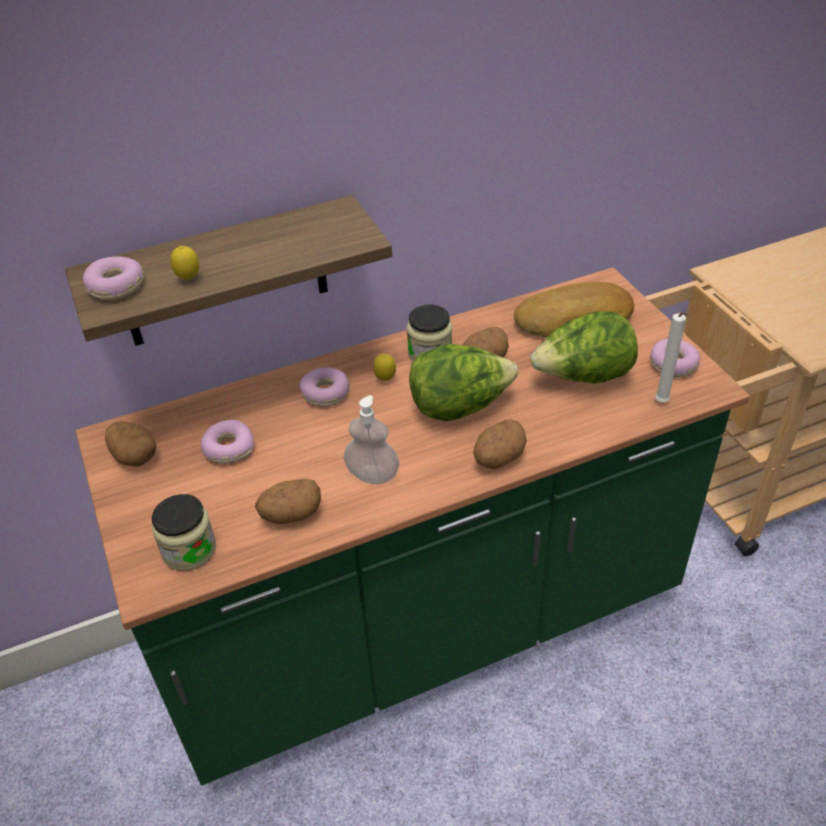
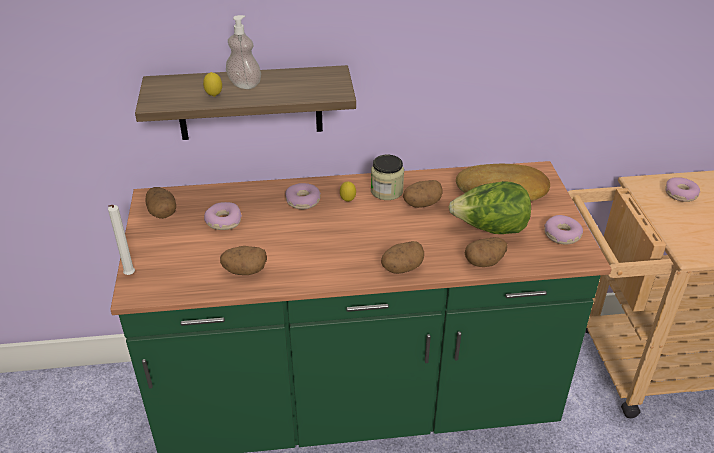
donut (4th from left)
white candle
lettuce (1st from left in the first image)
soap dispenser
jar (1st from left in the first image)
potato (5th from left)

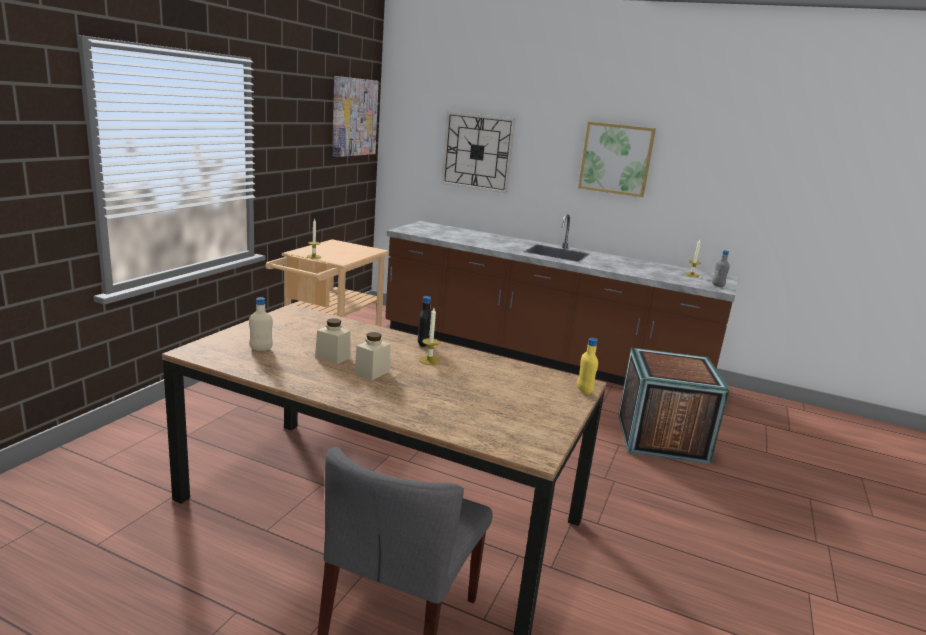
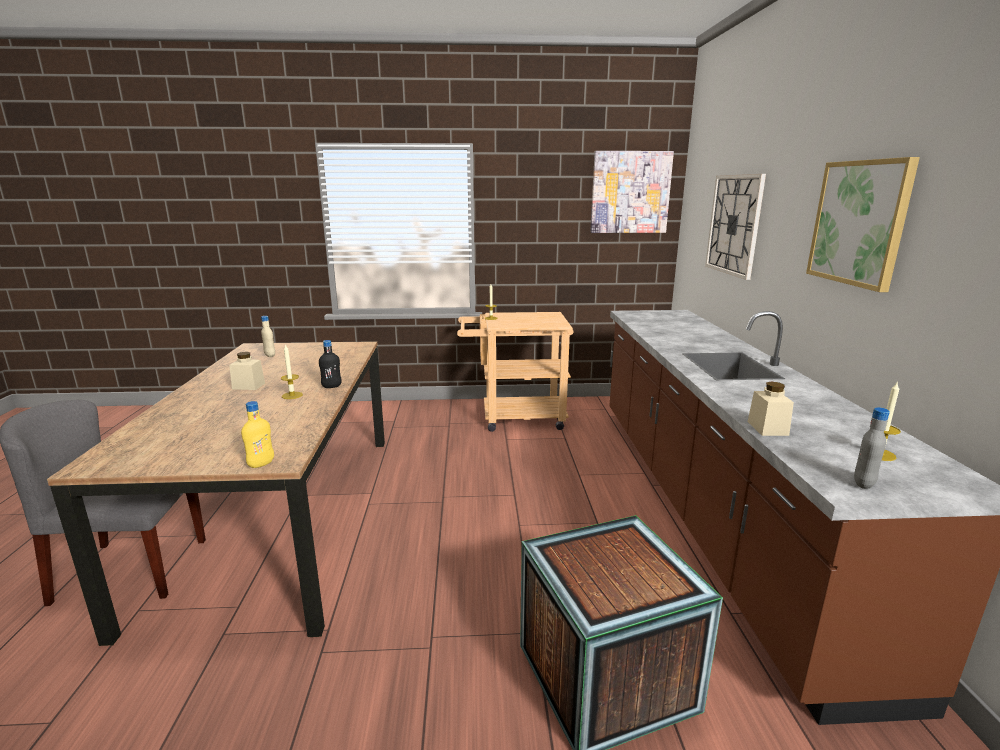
beige jar (2nd from left)

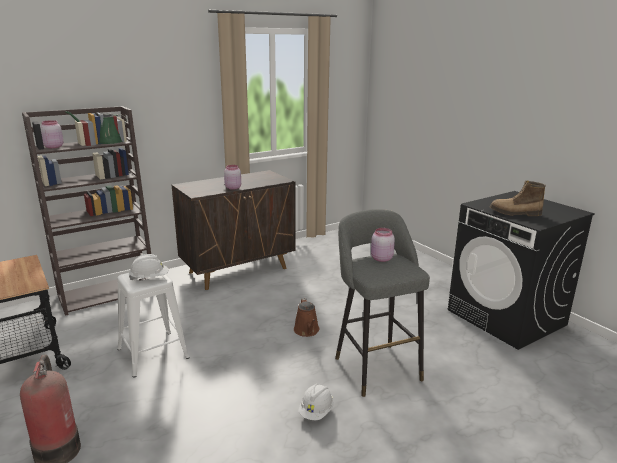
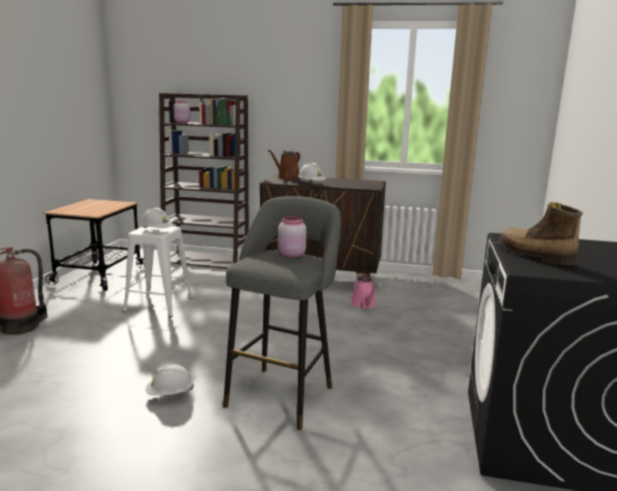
white hard hat (3rd from left)
brown watering can
pink watering can

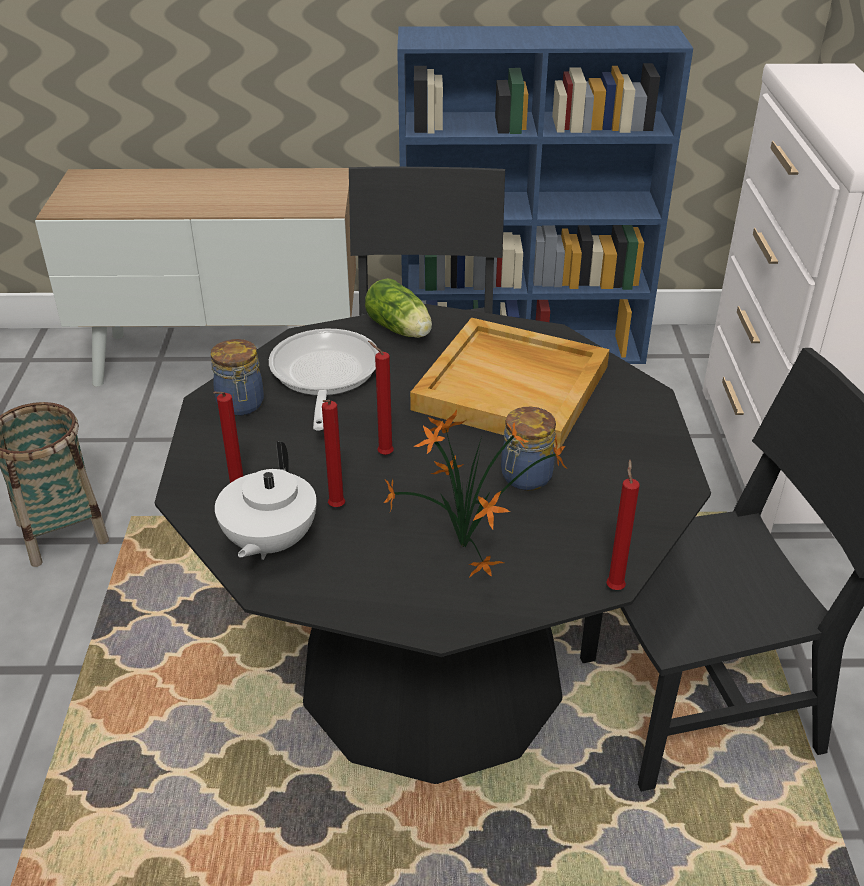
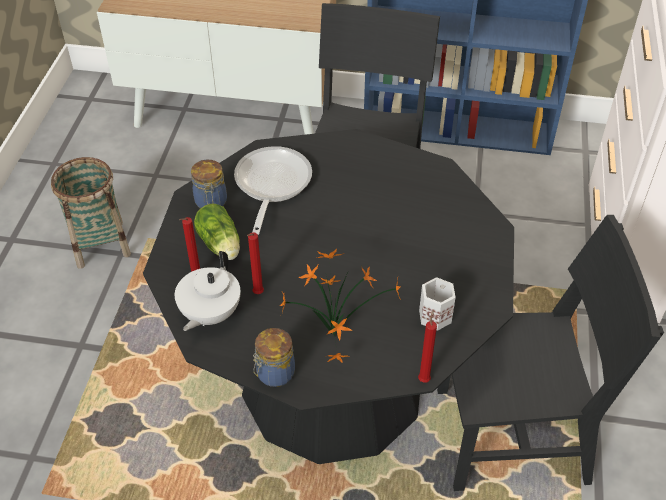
lettuce
beige tray
red candle (3rd from left in the first image)
jar (2nd from left)
white mug

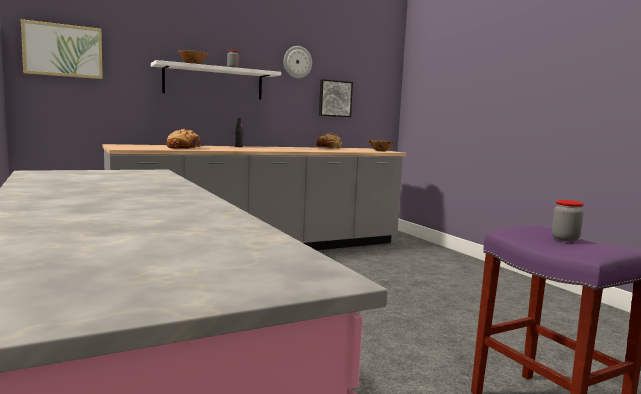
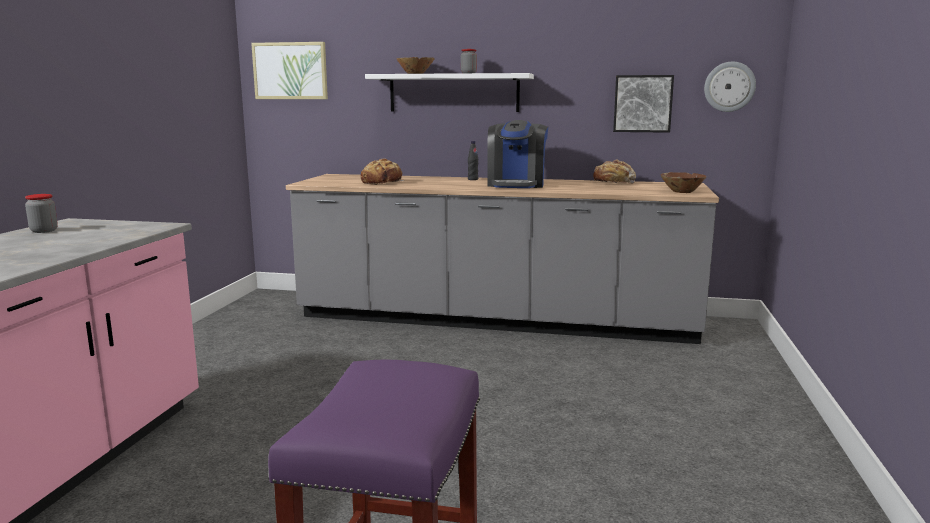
wall clock
jar (1st from left)
coffee machine

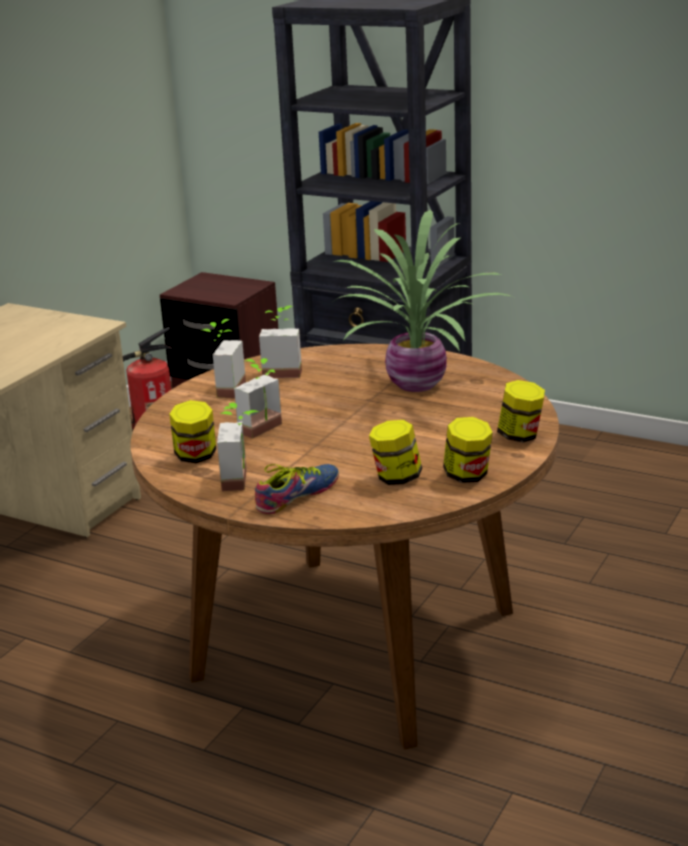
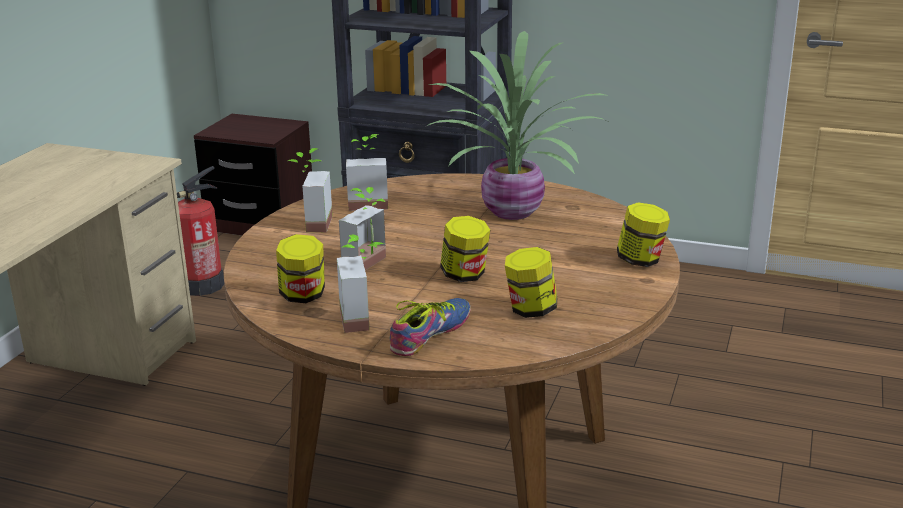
jar (2nd from left)

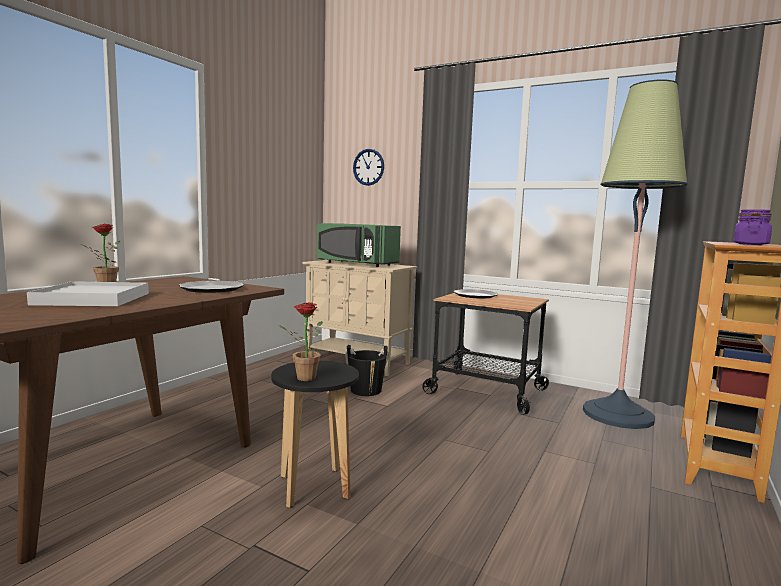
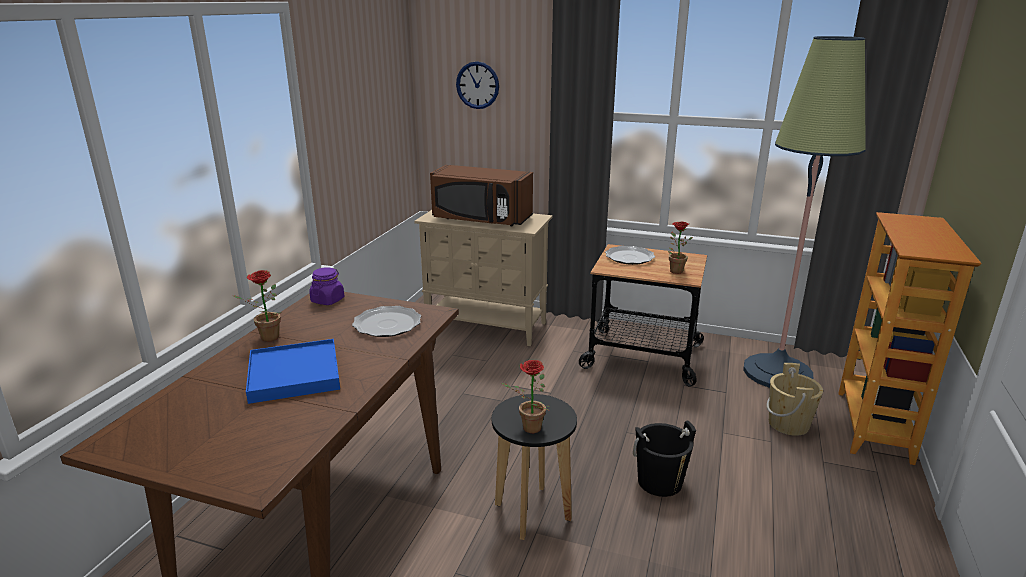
purple jar
brown microwave
blue tray
black bucket
potted plant (3rd from left)
beige bucket

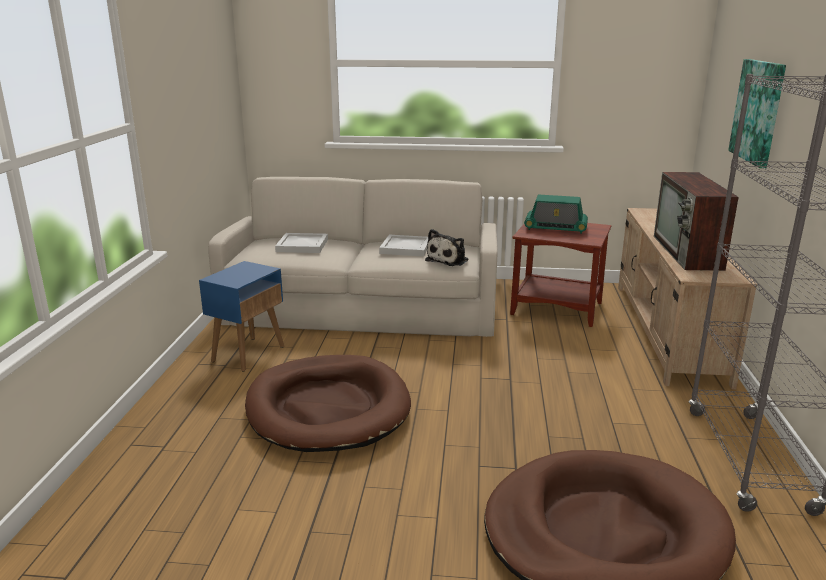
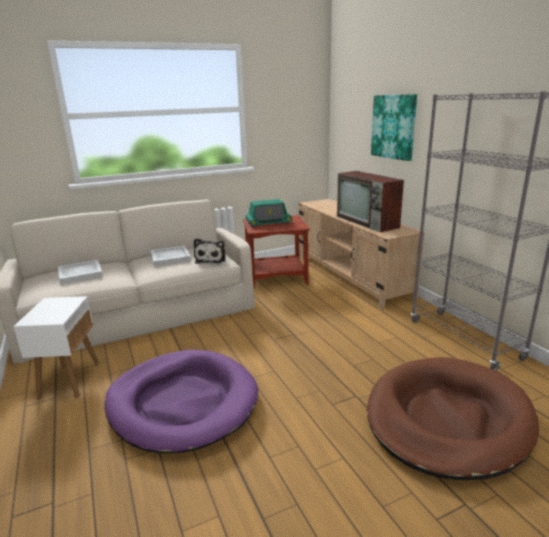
white side table
purple dog bed

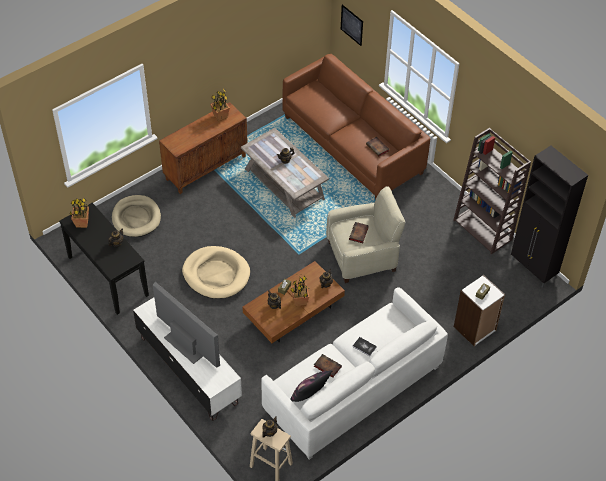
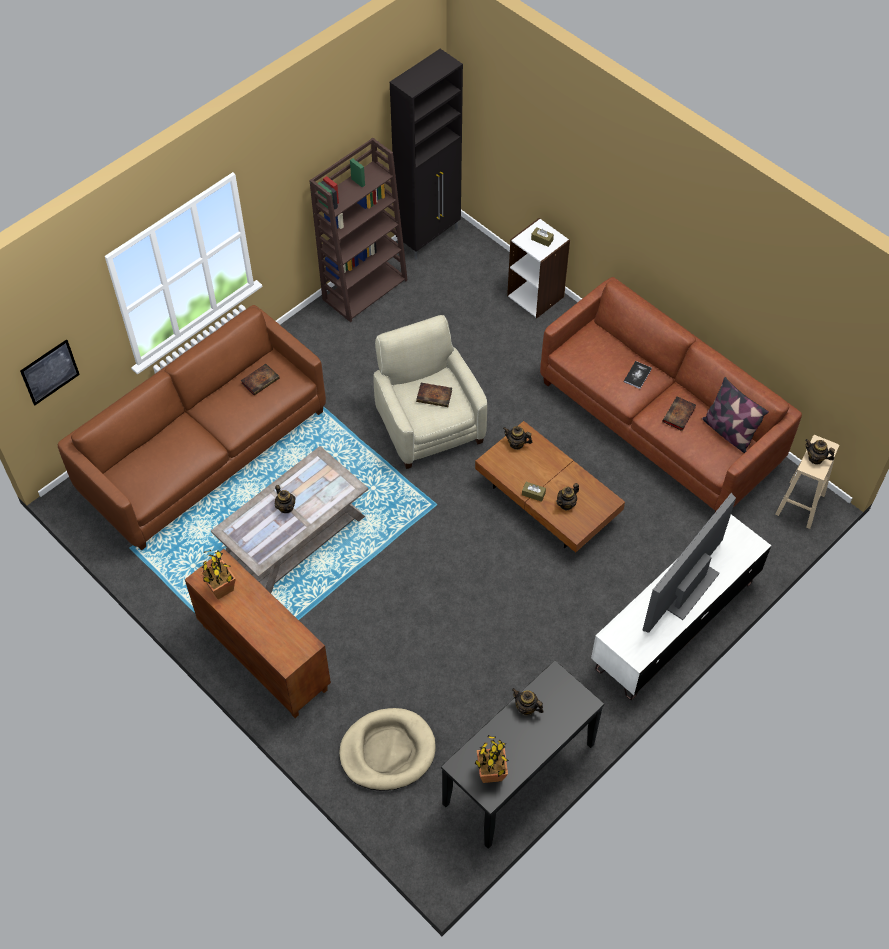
beige dog bed (2nd from left in the first image)
potted plant (3rd from left in the first image)
brown sofa (2nd from left)

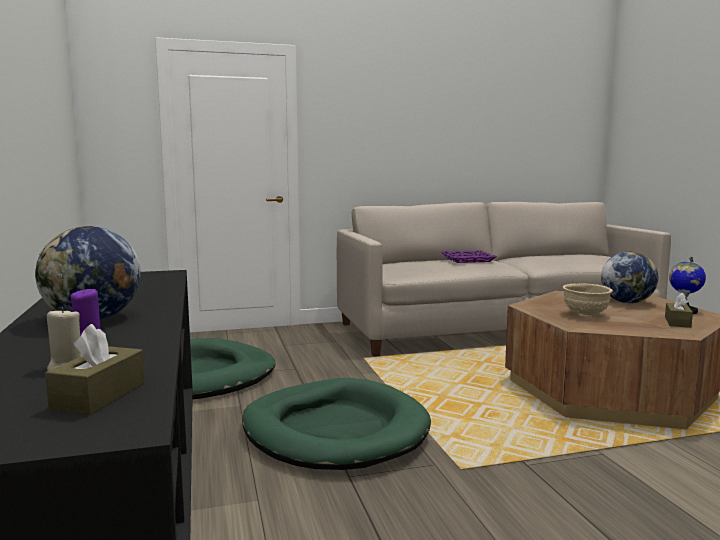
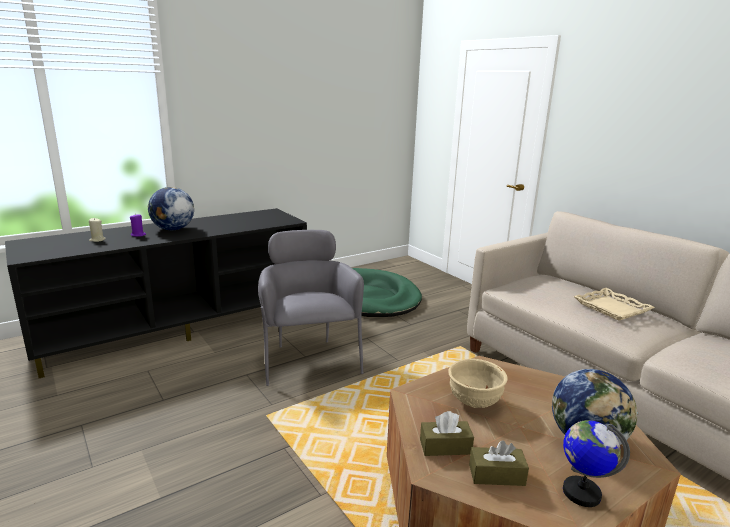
beige tray
brown tissue box (1st from left)
grey armchair

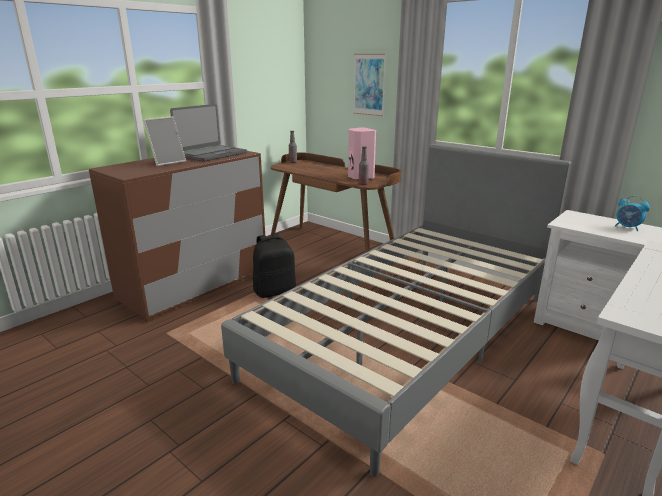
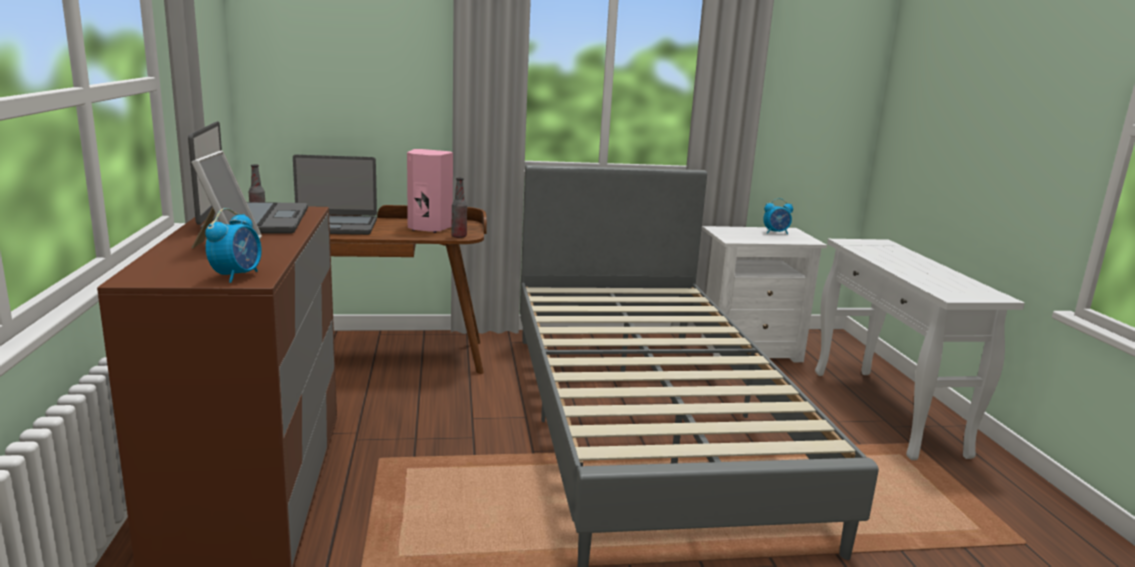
picture
black backpack
laptop (2nd from left)
alarm clock (1st from left)

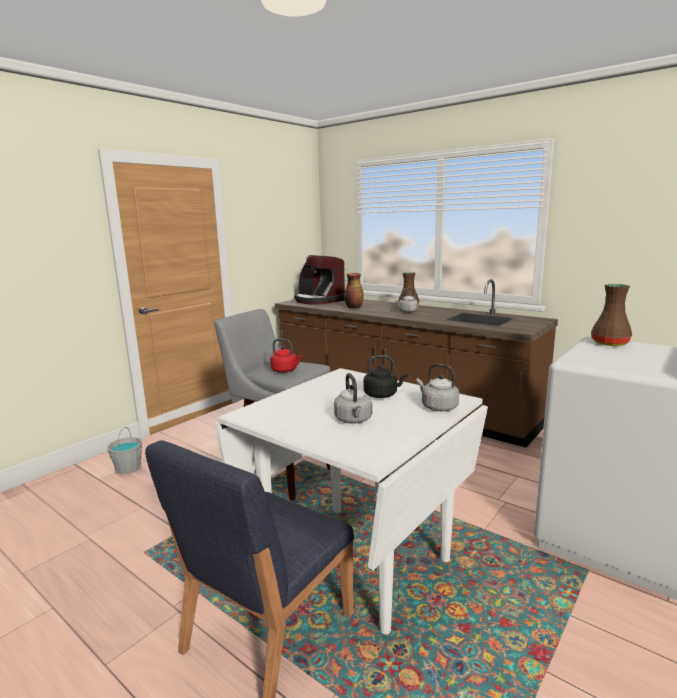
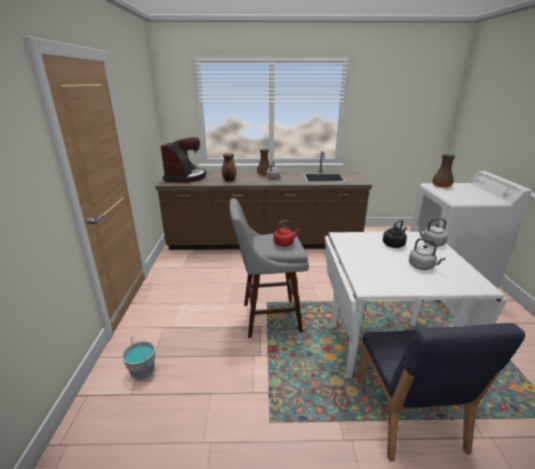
coffee machine

